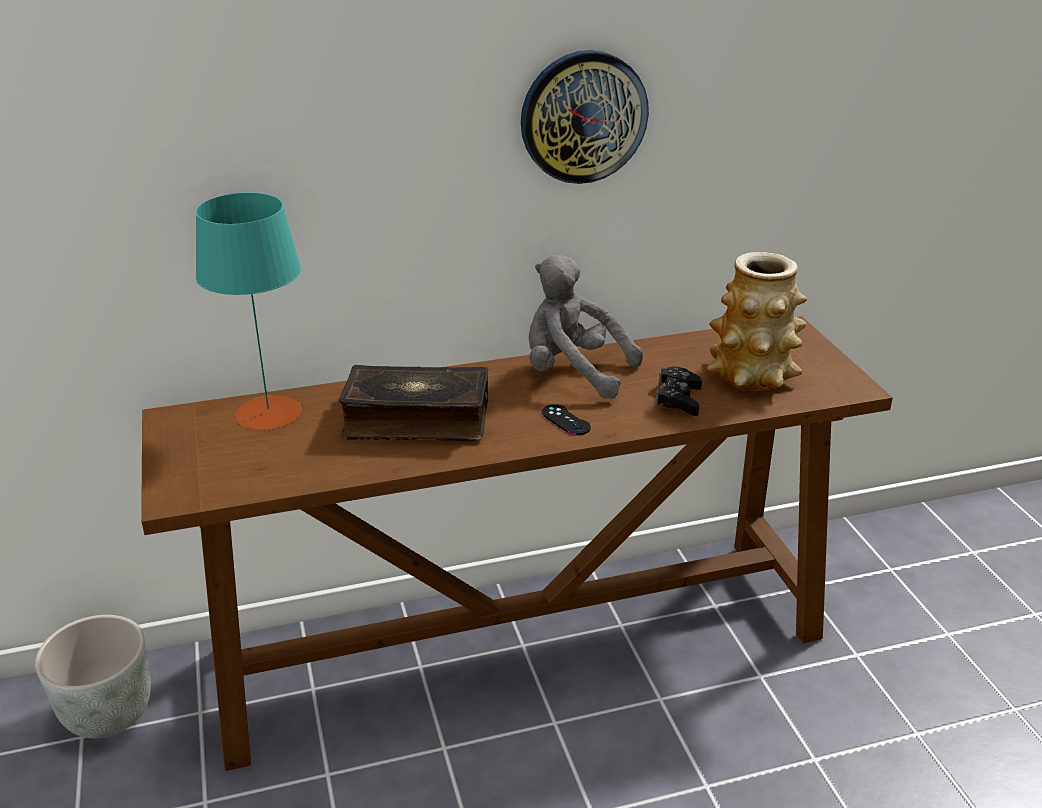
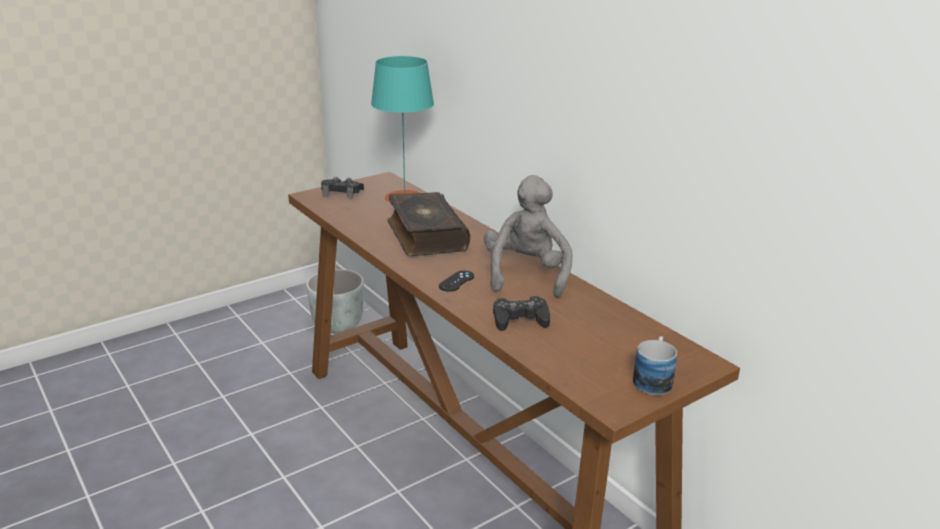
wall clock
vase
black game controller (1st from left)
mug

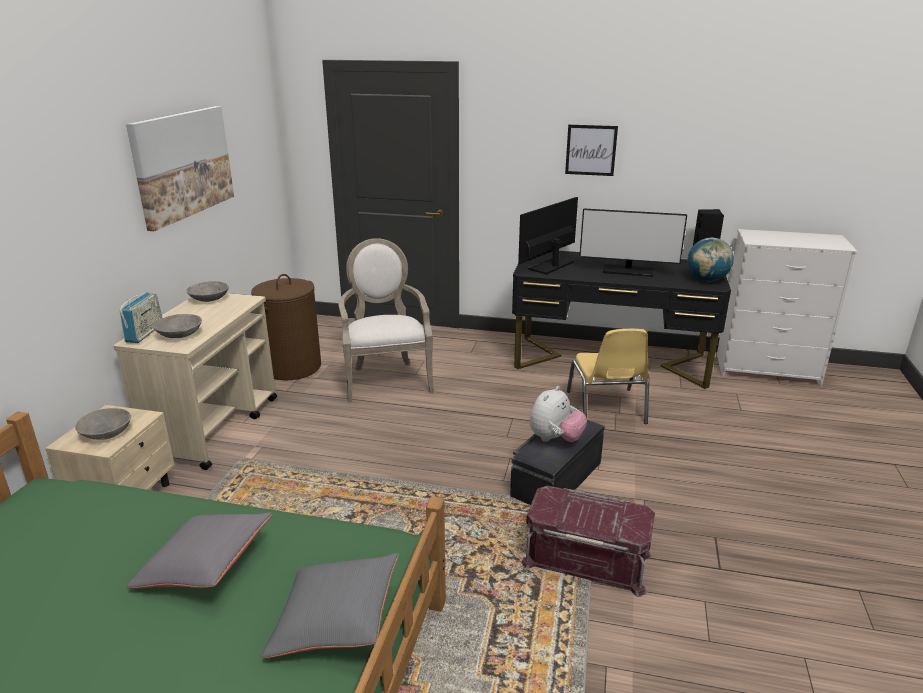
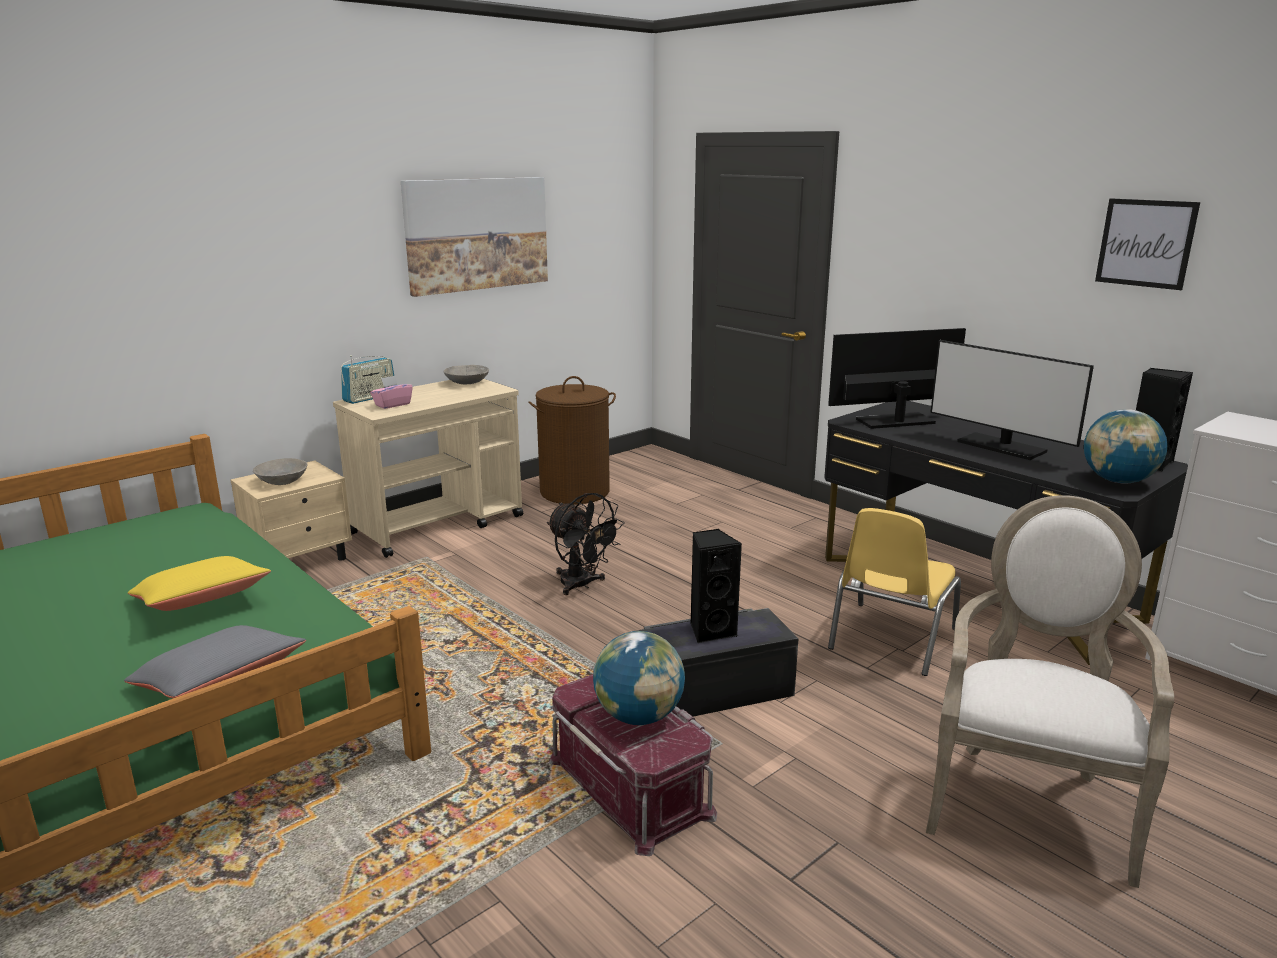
picture (2nd from left)
armchair
pink tissue box
black speaker (1st from left)
yellow pillow
black fan
globe (1st from left)

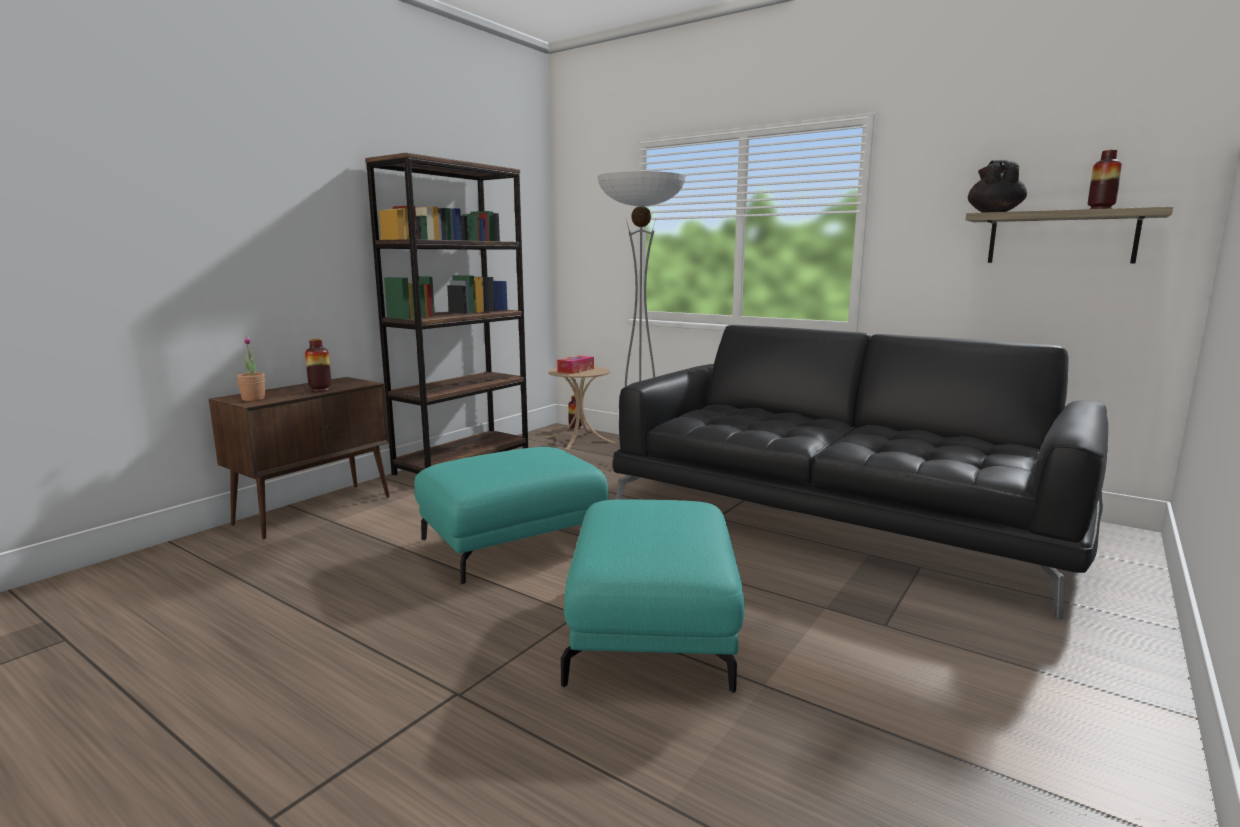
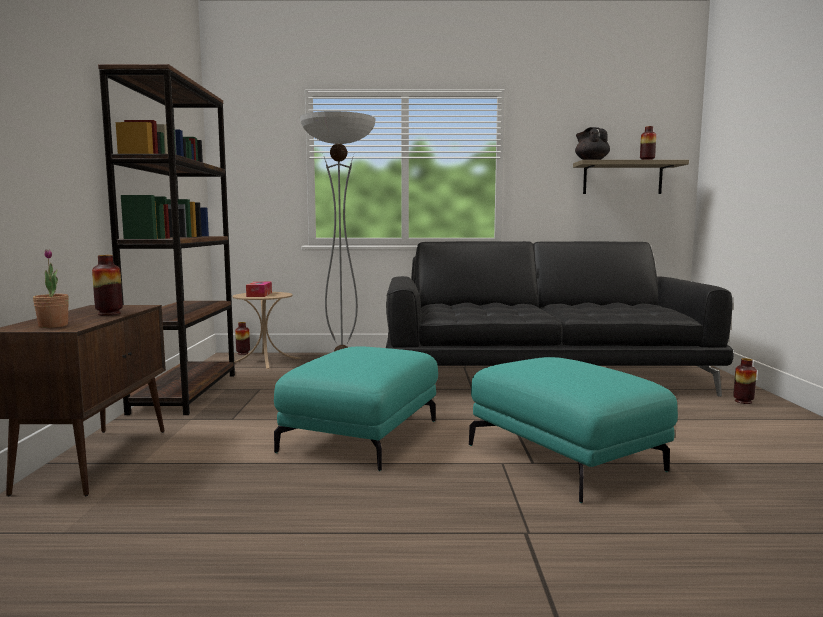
vase (4th from left)

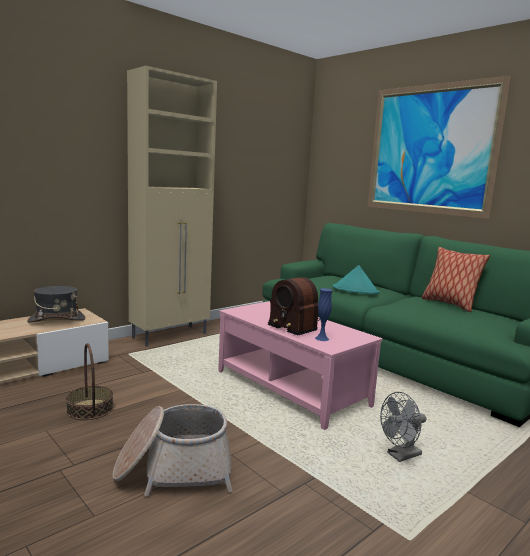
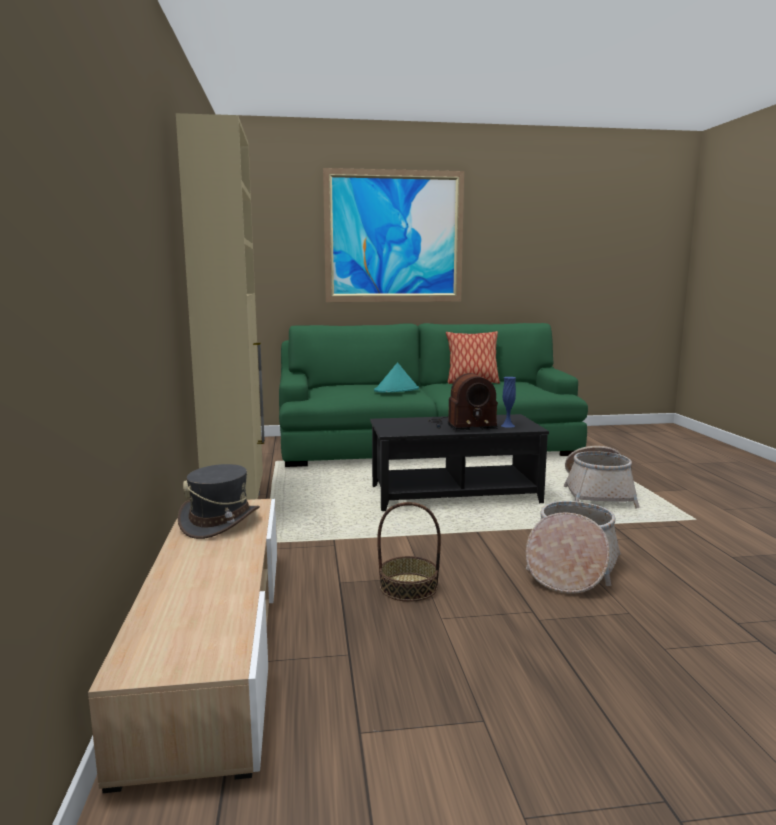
black coffee table
basket (3rd from left)

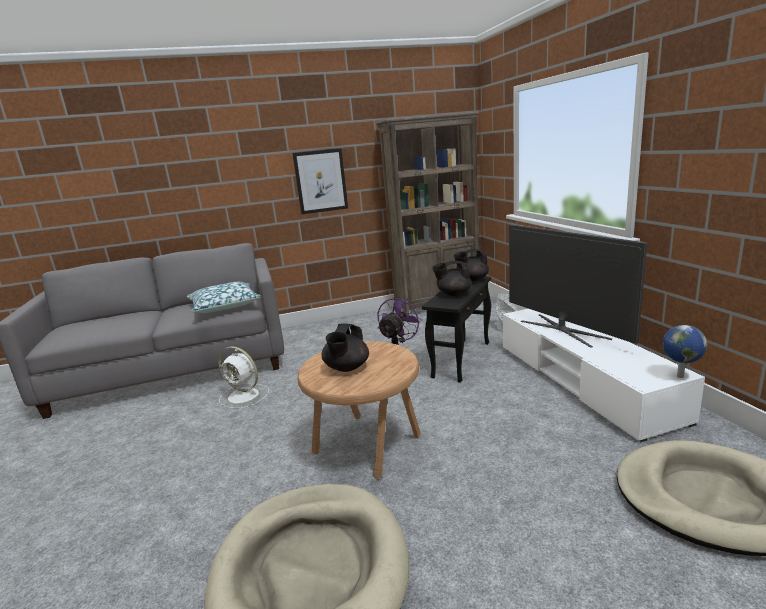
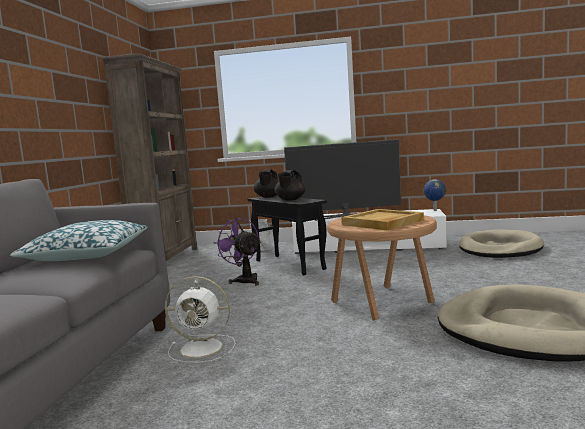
picture
beige tray
white fan

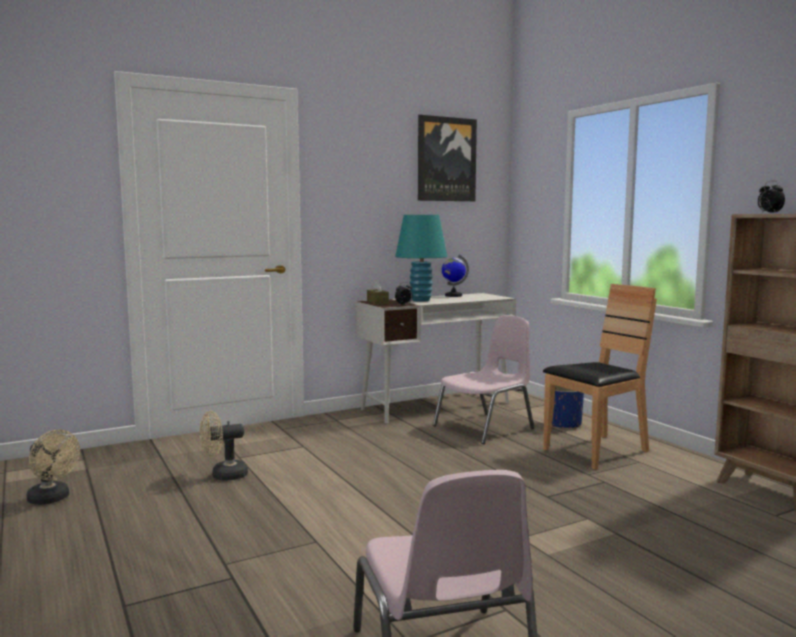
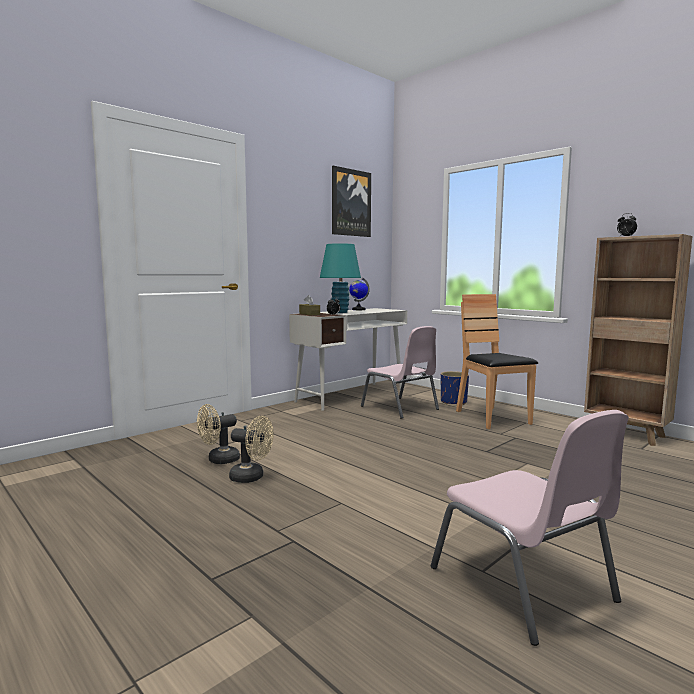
brown chair
pink chair (1st from left)
beige fan (2nd from left)

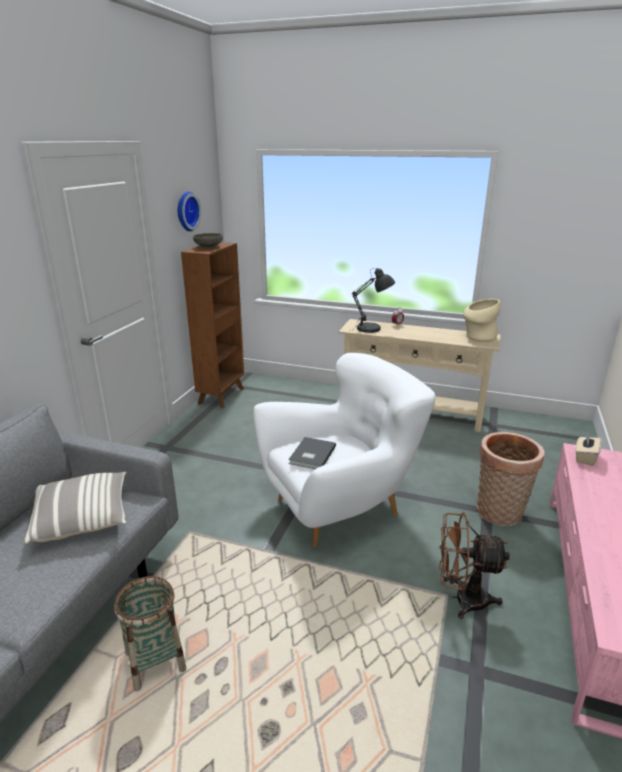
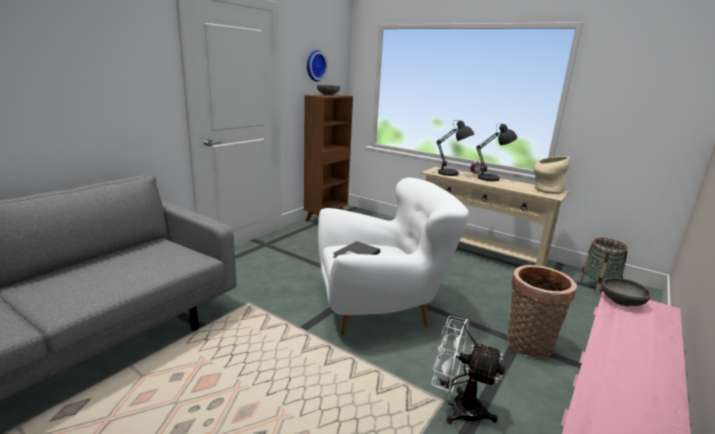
grey bowl (2nd from left)
pillow
white fan
basket (2nd from left)
grey table lamp (2nd from left)

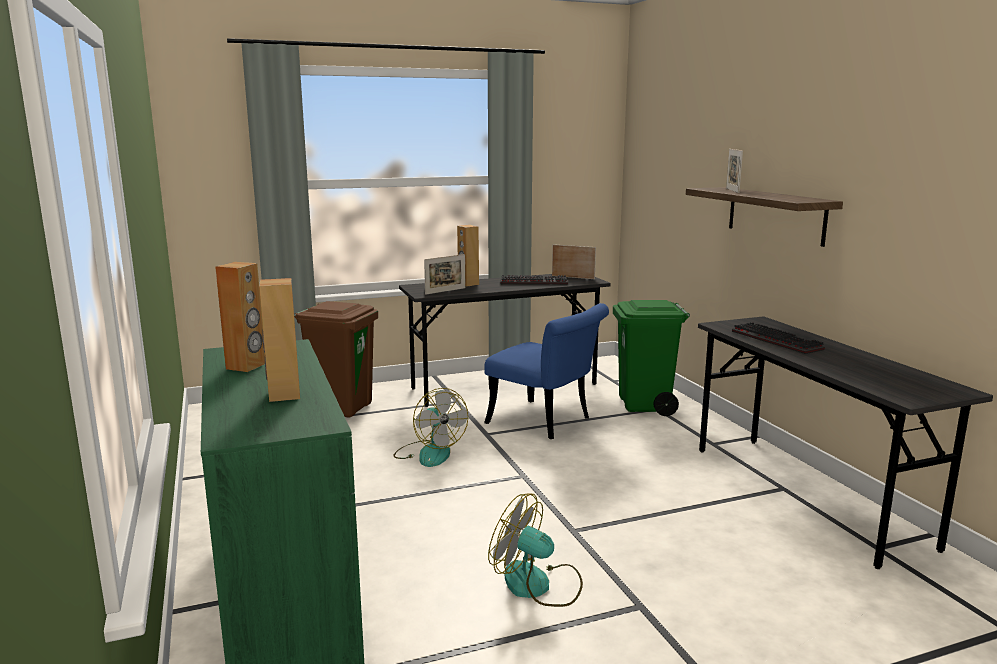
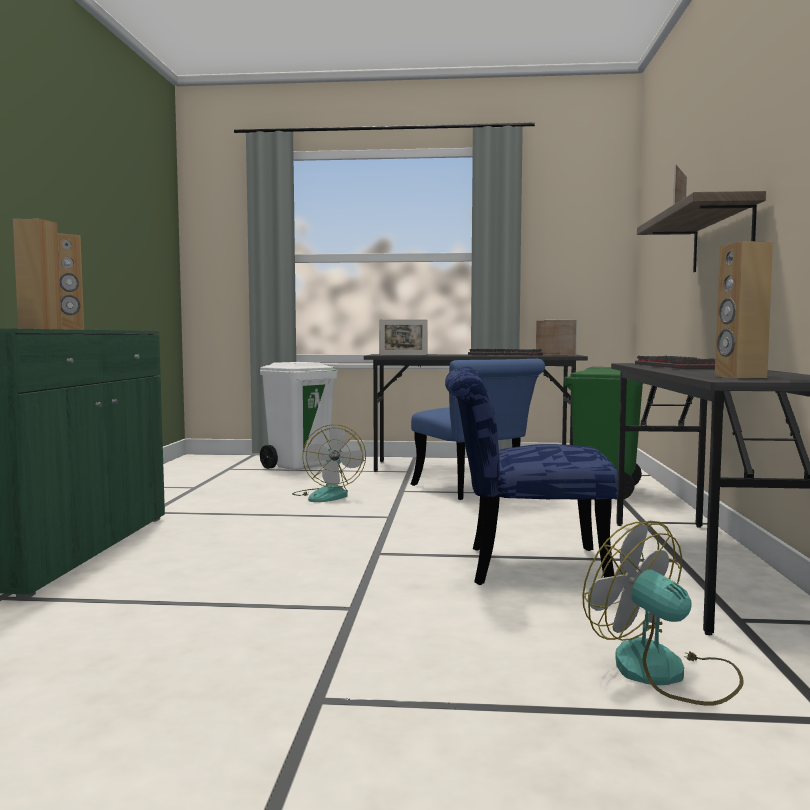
brown speaker (3rd from left)
white trash can
fan (2nd from left)
blue chair (2nd from left)

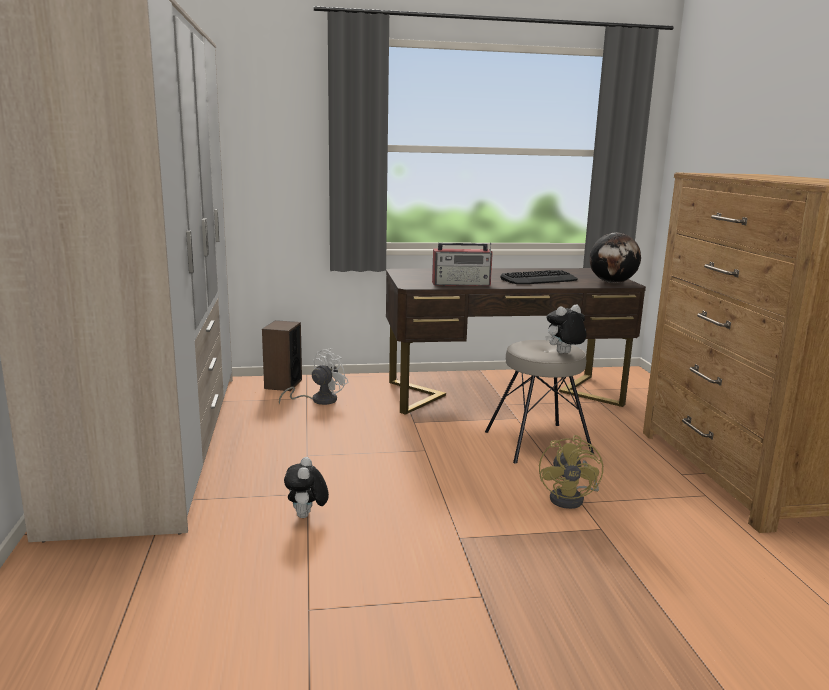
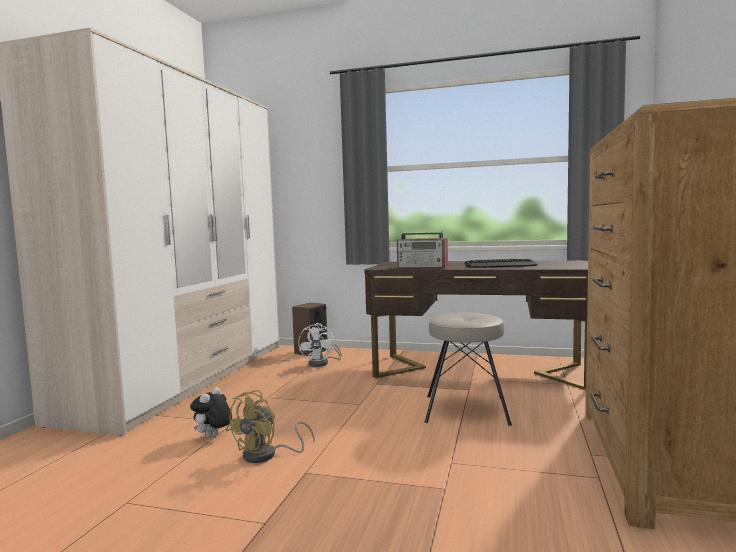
globe
plush toy (2nd from left in the first image)
white fan
yellow fan

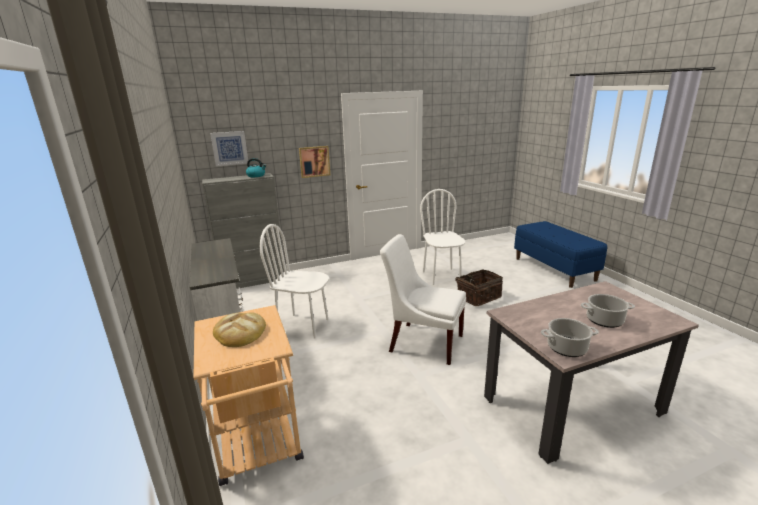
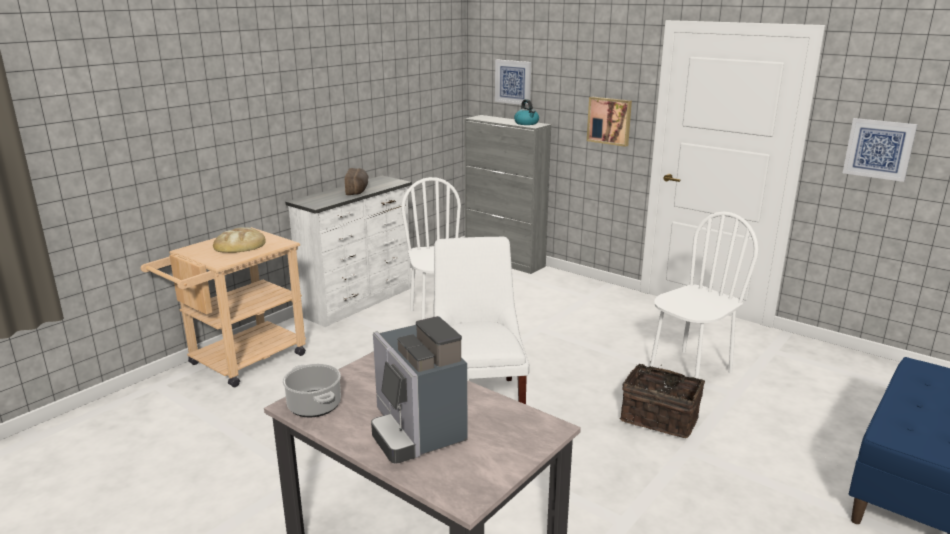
coffee machine
picture (3rd from left)
bread (2nd from left)

